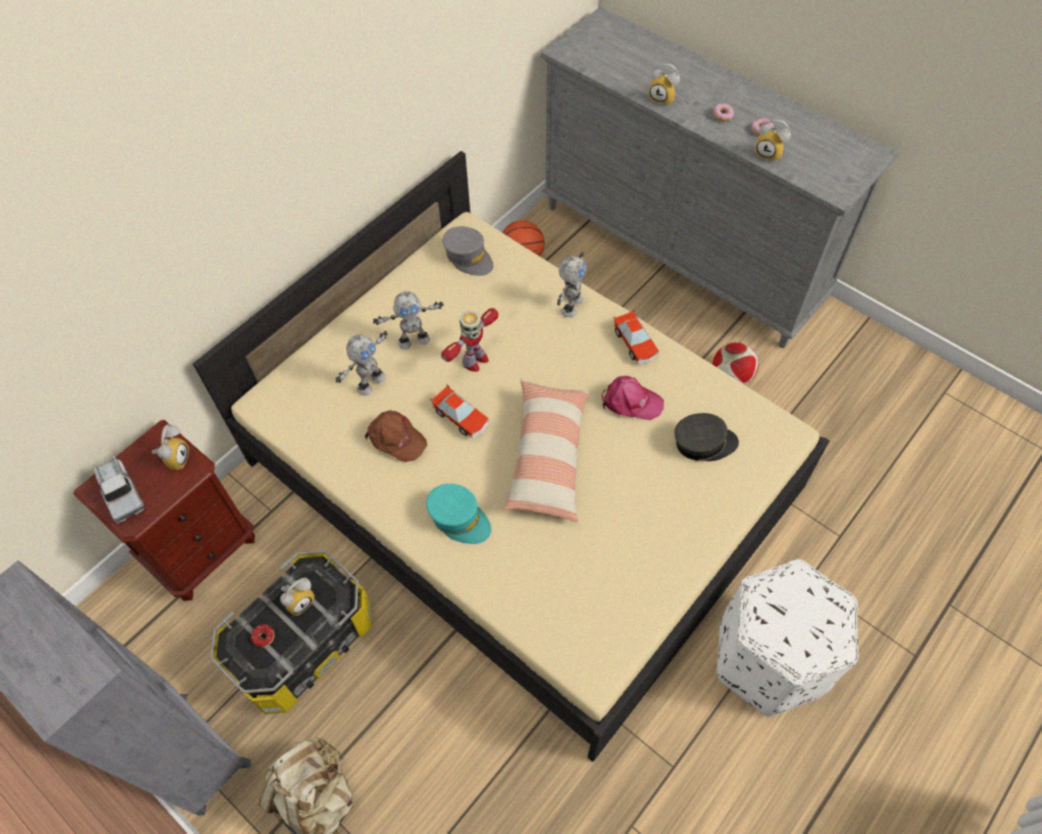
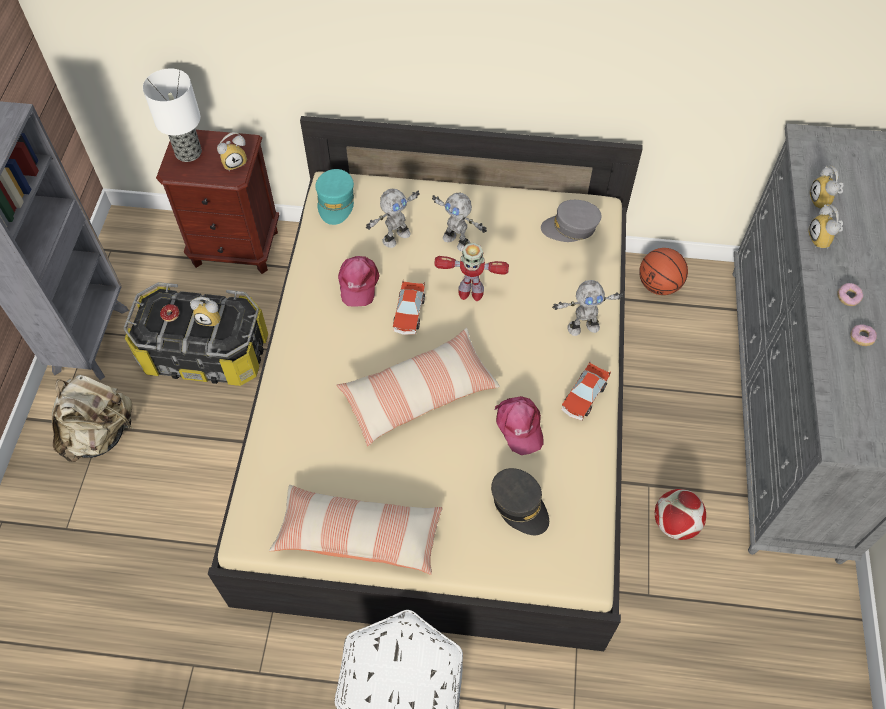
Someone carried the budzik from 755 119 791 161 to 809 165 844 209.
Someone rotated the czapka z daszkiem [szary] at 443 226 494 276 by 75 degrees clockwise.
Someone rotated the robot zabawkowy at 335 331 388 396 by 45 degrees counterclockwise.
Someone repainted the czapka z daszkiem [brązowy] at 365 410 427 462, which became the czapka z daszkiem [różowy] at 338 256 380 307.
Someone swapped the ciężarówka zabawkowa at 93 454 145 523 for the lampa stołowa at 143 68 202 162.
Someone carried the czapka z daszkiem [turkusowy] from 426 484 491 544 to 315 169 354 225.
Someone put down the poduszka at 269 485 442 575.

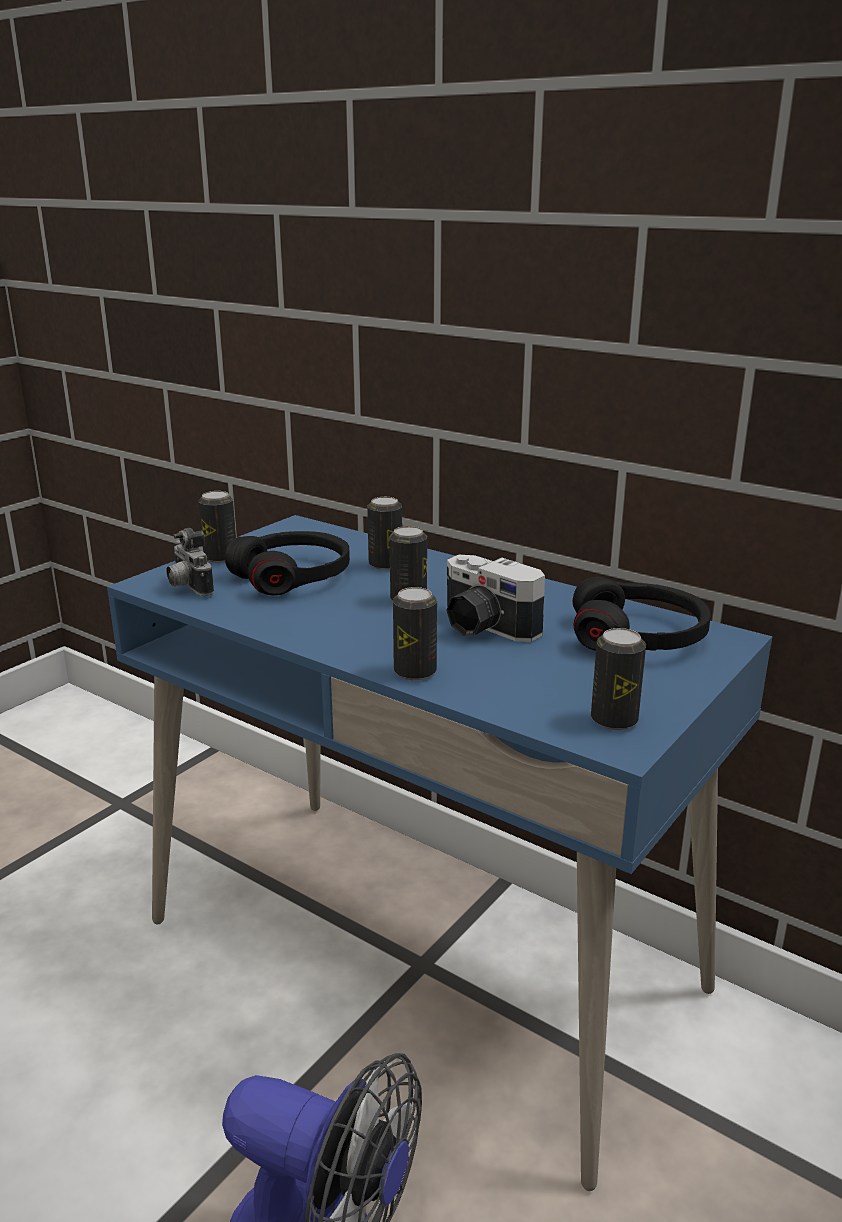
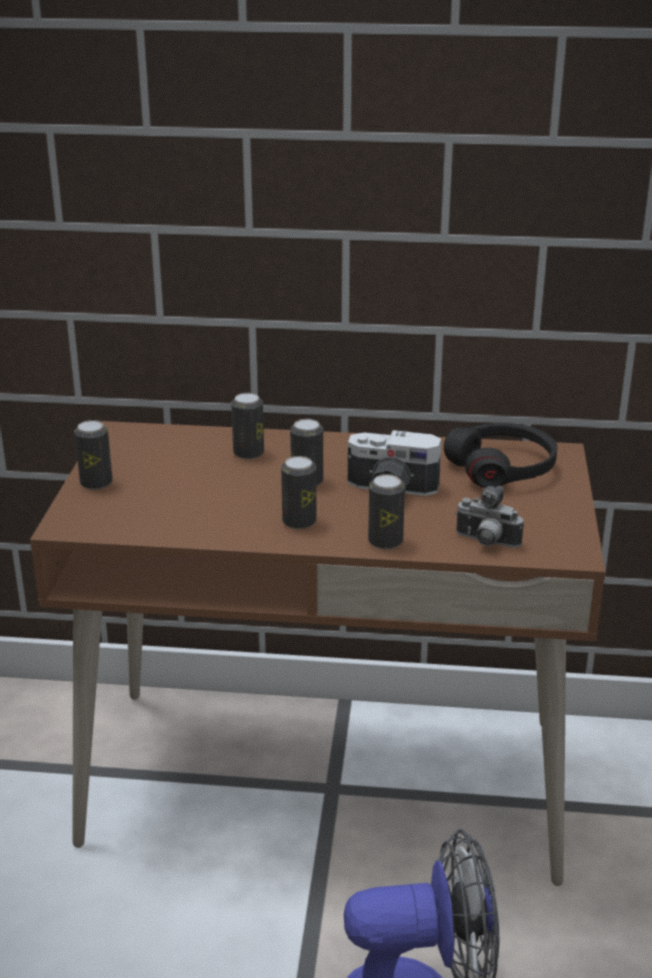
Someone repainted the biurko [niebieski] at 107 515 772 1191, which became the biurko [brązowy] at 30 421 606 886.
Someone carried the aparat fotograficzny from 166 528 214 596 to 455 486 524 548.
Someone took away the słuchawki [czarny] at 225 531 350 595.
Someone carried the puszka from 591 628 646 730 to 281 456 316 529.

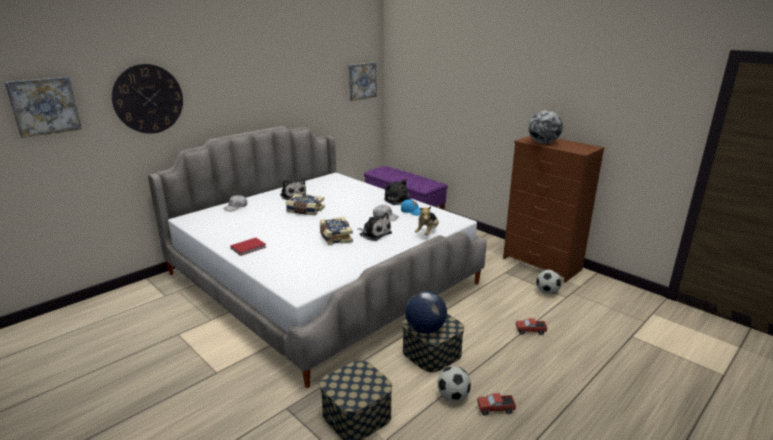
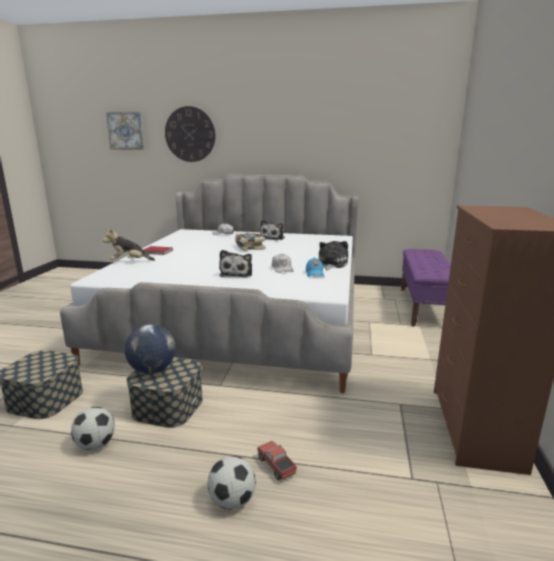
Someone took away the obraz at 349 62 376 101.
Someone took away the globus at 529 110 563 144.
Someone carried the pluszak from 415 206 439 236 to 103 229 155 261.
Someone took away the książka at 319 217 353 245.
Someone carried the piłka futbolowa from 536 270 562 294 to 208 456 256 510.
Someone took away the ciężarówka zabawkowa at 477 393 516 416.

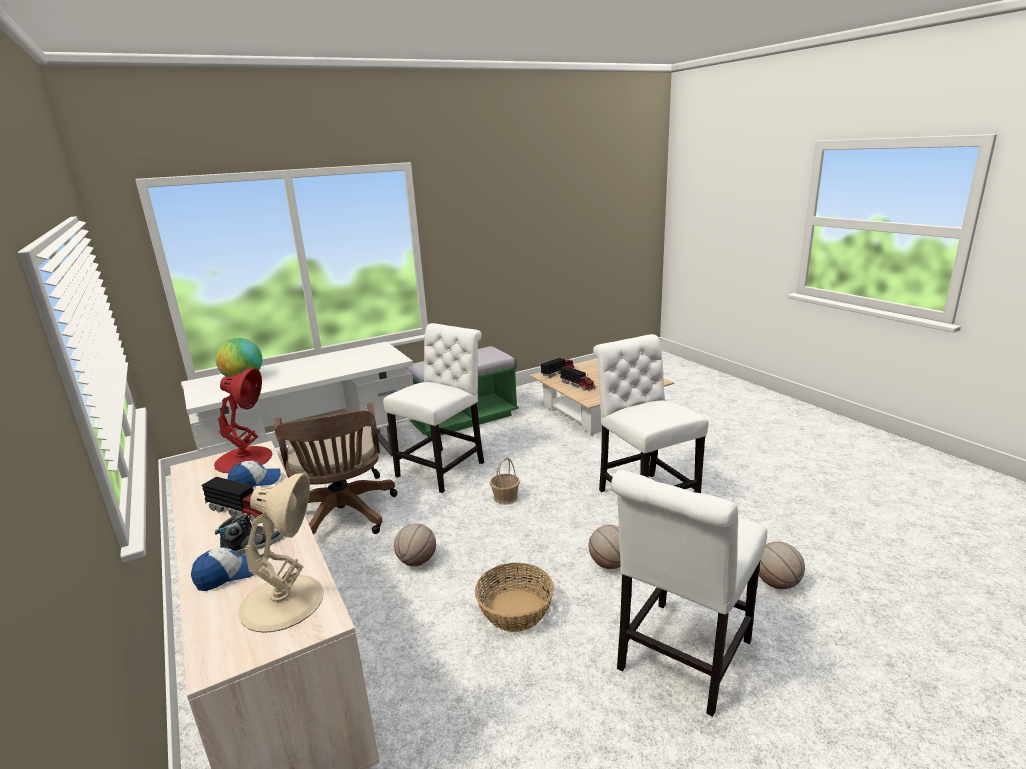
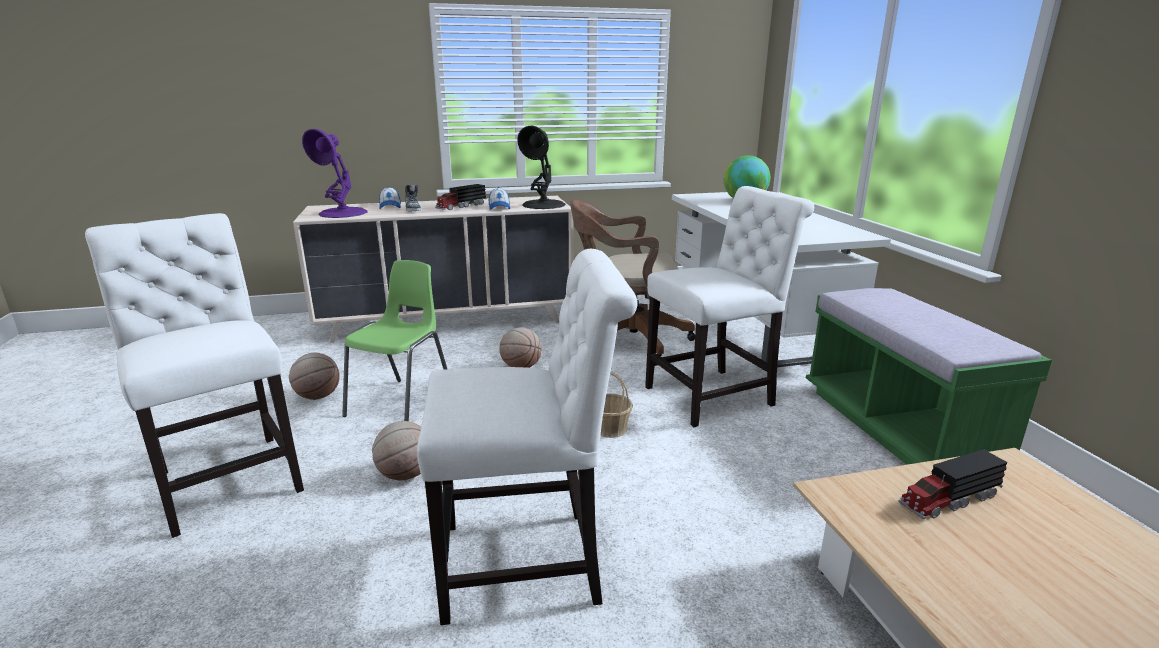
Someone rotated the krzesło [biały] at 383 323 484 493 by 75 degrees counterclockwise.
Someone took away the ciężarówka zabawkowa at 541 358 575 378.
Someone repainted the lampa stołowa [czerwony] at 214 368 273 473, which became the lampa stołowa [czarny] at 517 126 566 209.
Someone repainted the lampa stołowa [beżowy] at 239 473 324 633, which became the lampa stołowa [fioletowy] at 302 129 367 218.
Someone carried the piłka do koszykówki from 759 541 805 589 to 289 353 340 400.
Someone swapped the koszyk at 475 562 554 632 for the krzesło [zielony] at 342 260 447 421.

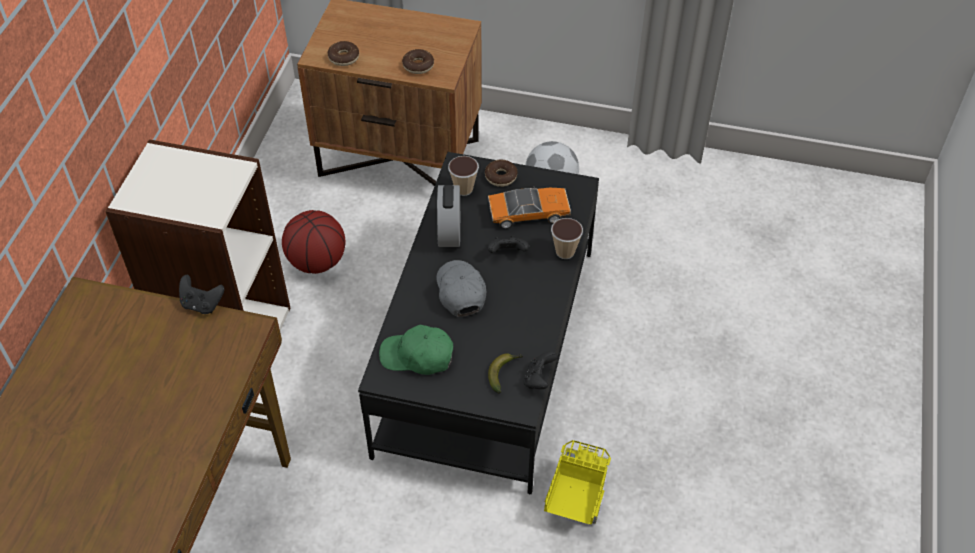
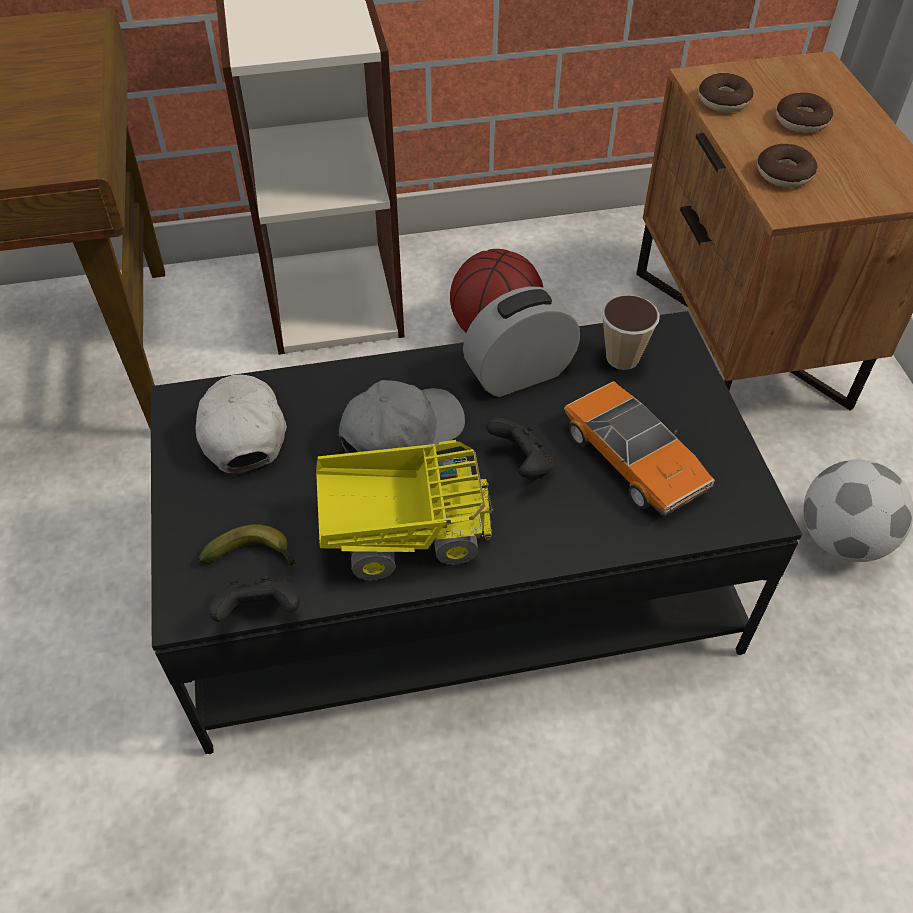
Someone carried the donut from 485 160 517 187 to 776 93 833 133.
Someone took away the filiżanka at 551 218 583 259.
Someone took away the pad do gier [czarny] at 179 275 224 314.
Someone repainted the czapka z daszkiem [zielony] at 379 325 453 375, which became the czapka z daszkiem [biały] at 195 374 287 473.
Someone carried the ciężarówka zabawkowa from 544 440 611 525 to 316 440 493 581.

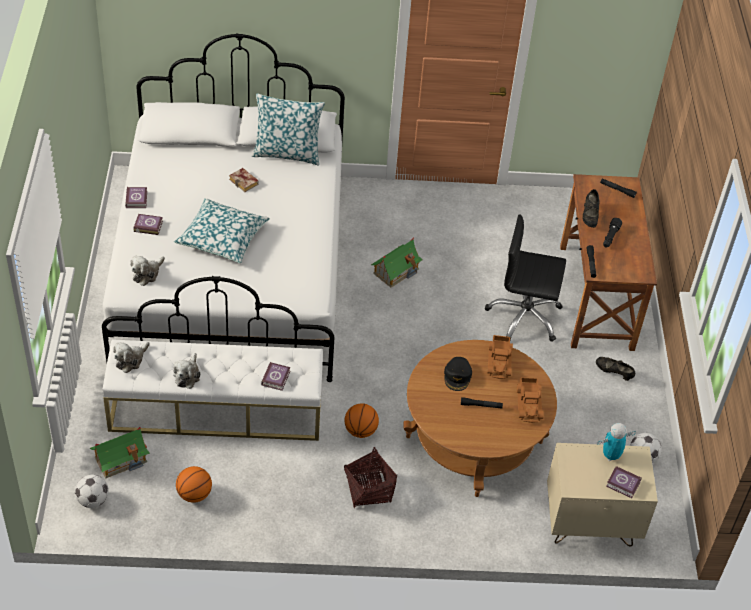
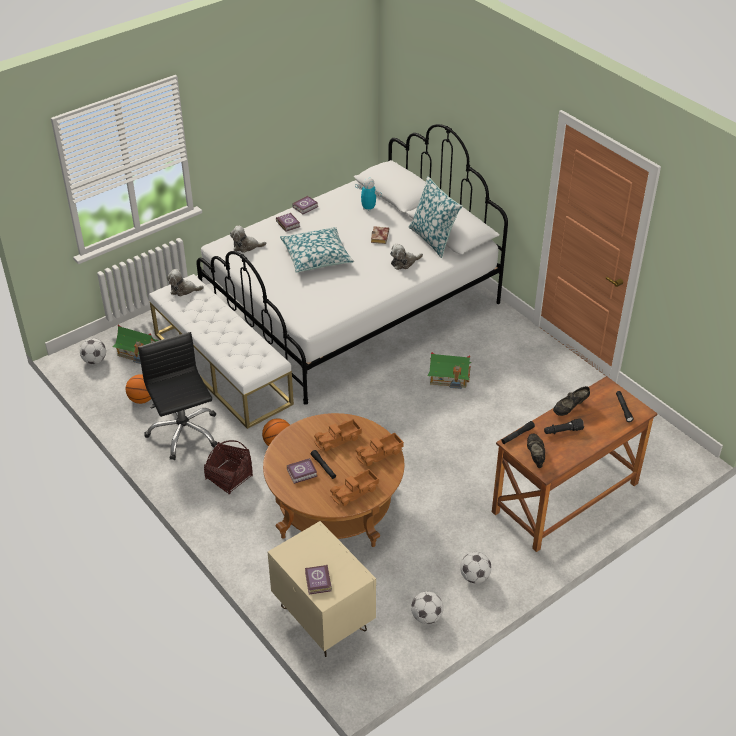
Someone carried the krzesło biurowe [czarny] from 485 214 566 342 to 138 332 217 460.
Someone carried the pluszak from 173 353 201 389 to 390 244 423 270.
Someone swapped the czapka z daszkiem [czarny] at 444 357 472 391 for the ciężarówka zabawkowa at 314 419 362 451.
Someone carried the but [czarny] from 596 357 635 381 to 527 434 545 468.
Someone carried the książka from 261 362 290 391 to 287 458 317 484.
Someone carried the robot zabawkowy from 597 423 636 461 to 355 178 382 211.
Someone put down the piłka futbolowa at 460 552 492 583.

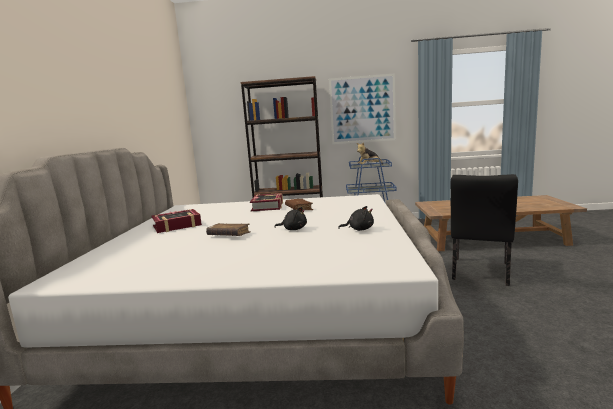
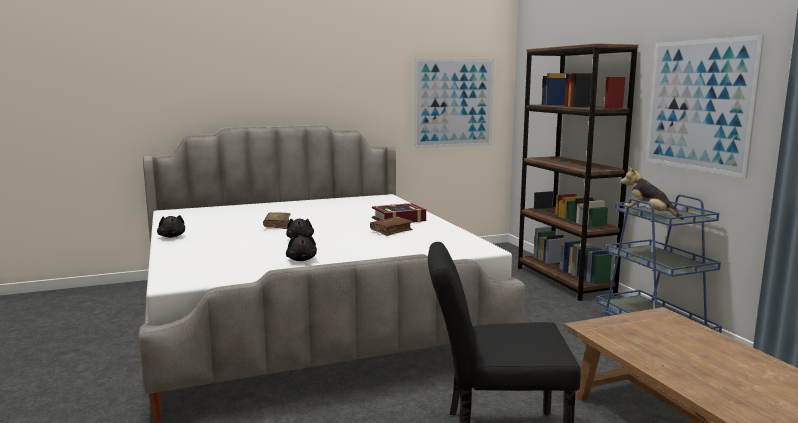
Someone took away the książka at 152 209 202 233.
Someone put up the obraz at 414 58 494 148.
Someone put down the pluszak [czarny] at 157 215 185 238.

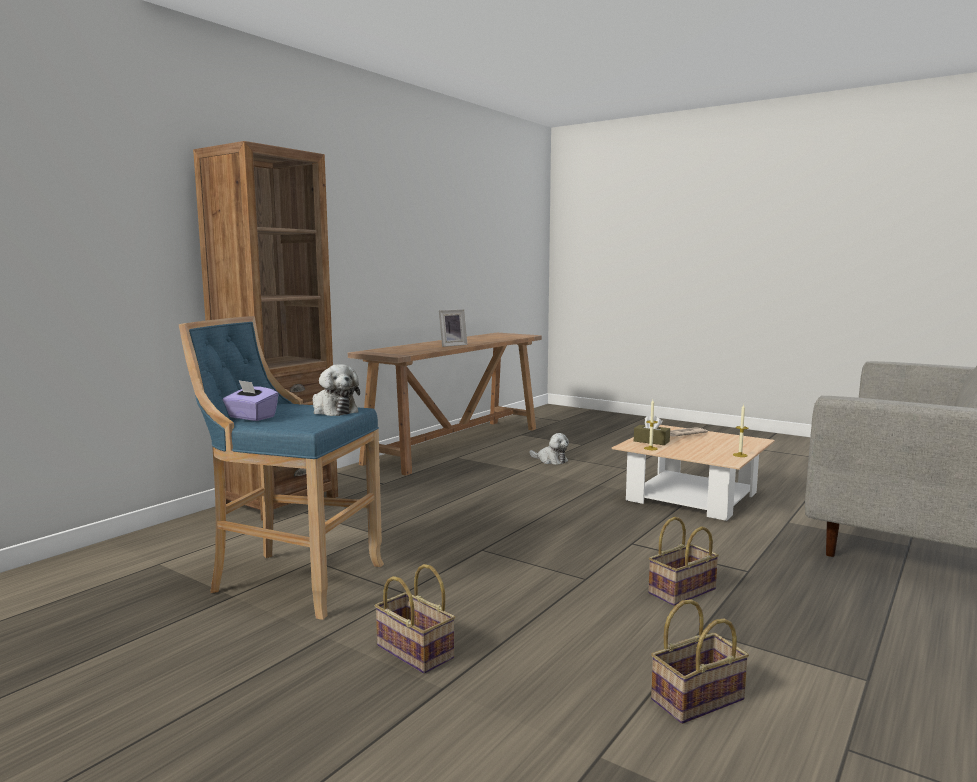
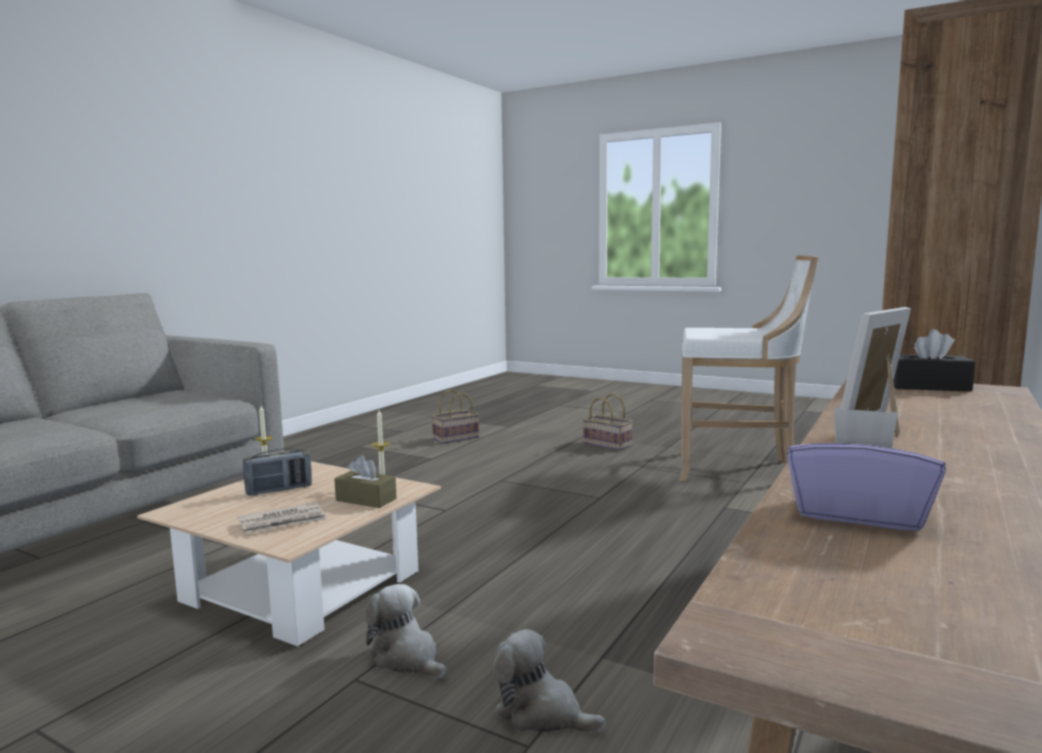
Someone repainted the stołek [niebieski] at 179 316 384 620, which became the stołek [biały] at 679 255 819 482.
Someone carried the pluszak from 313 364 360 416 to 366 584 447 679.
Someone carried the pudełko chusteczek [fioletowy] from 223 380 279 421 to 787 407 946 531.
Someone took away the koszyk at 648 517 719 606.
Someone put down the pudełko chusteczek [czarny] at 893 329 975 392.
Someone put down the radio at 243 448 312 496.

